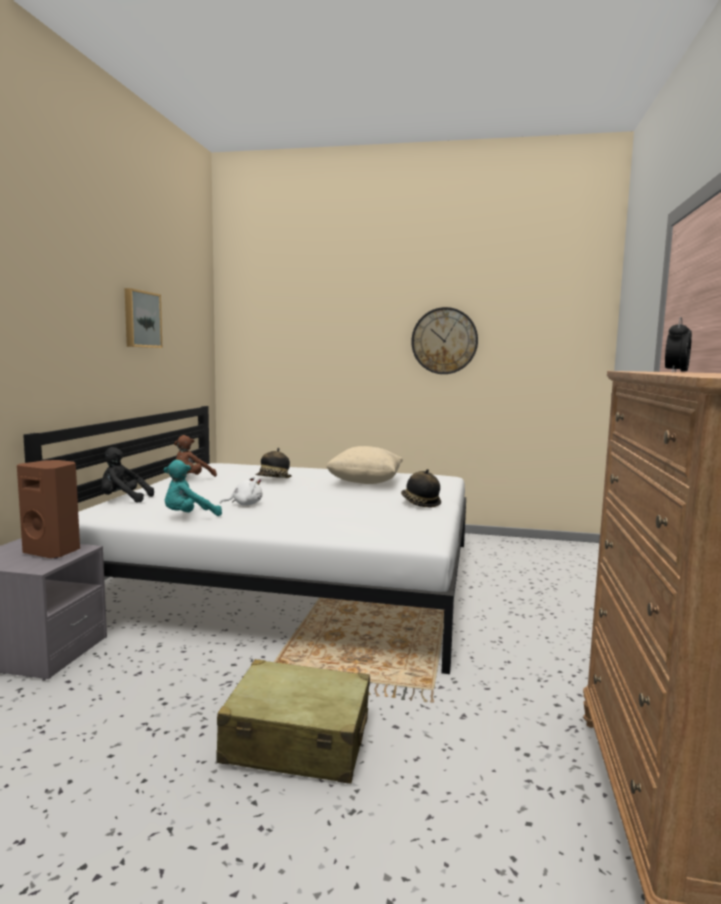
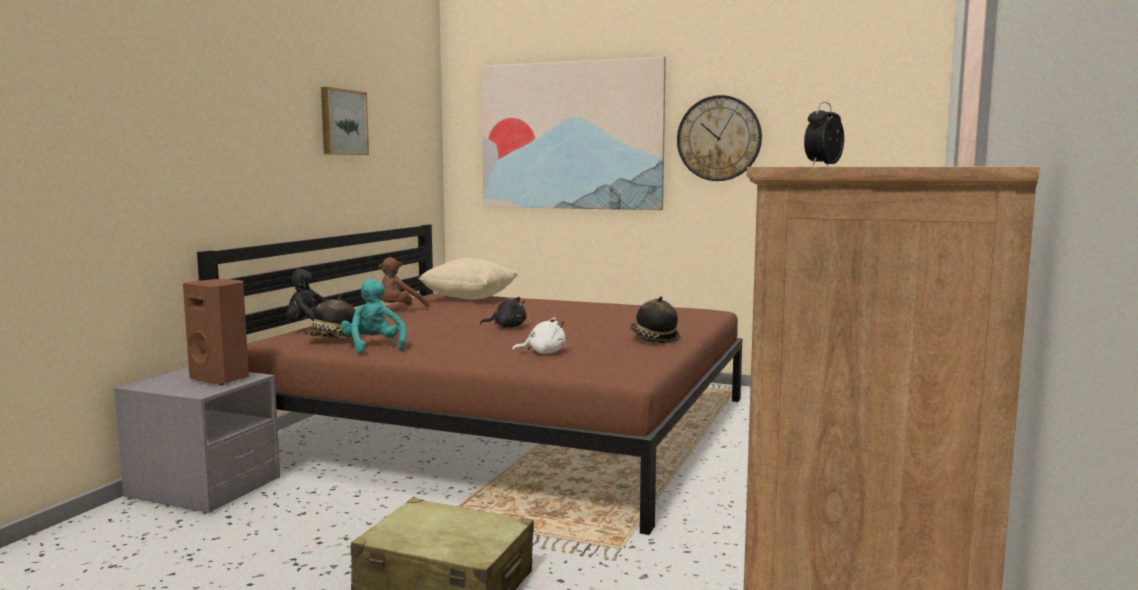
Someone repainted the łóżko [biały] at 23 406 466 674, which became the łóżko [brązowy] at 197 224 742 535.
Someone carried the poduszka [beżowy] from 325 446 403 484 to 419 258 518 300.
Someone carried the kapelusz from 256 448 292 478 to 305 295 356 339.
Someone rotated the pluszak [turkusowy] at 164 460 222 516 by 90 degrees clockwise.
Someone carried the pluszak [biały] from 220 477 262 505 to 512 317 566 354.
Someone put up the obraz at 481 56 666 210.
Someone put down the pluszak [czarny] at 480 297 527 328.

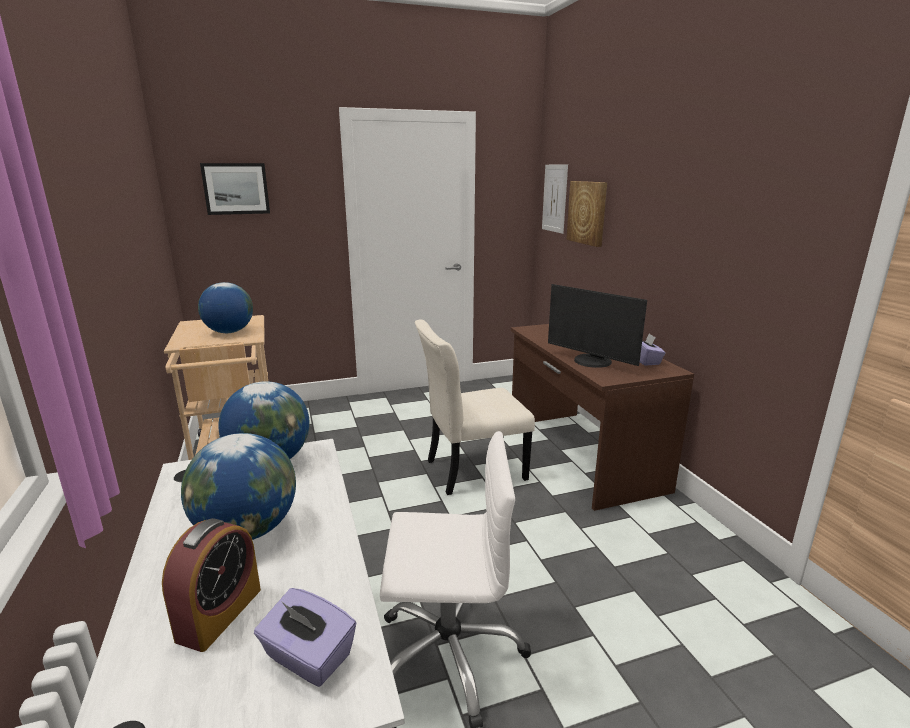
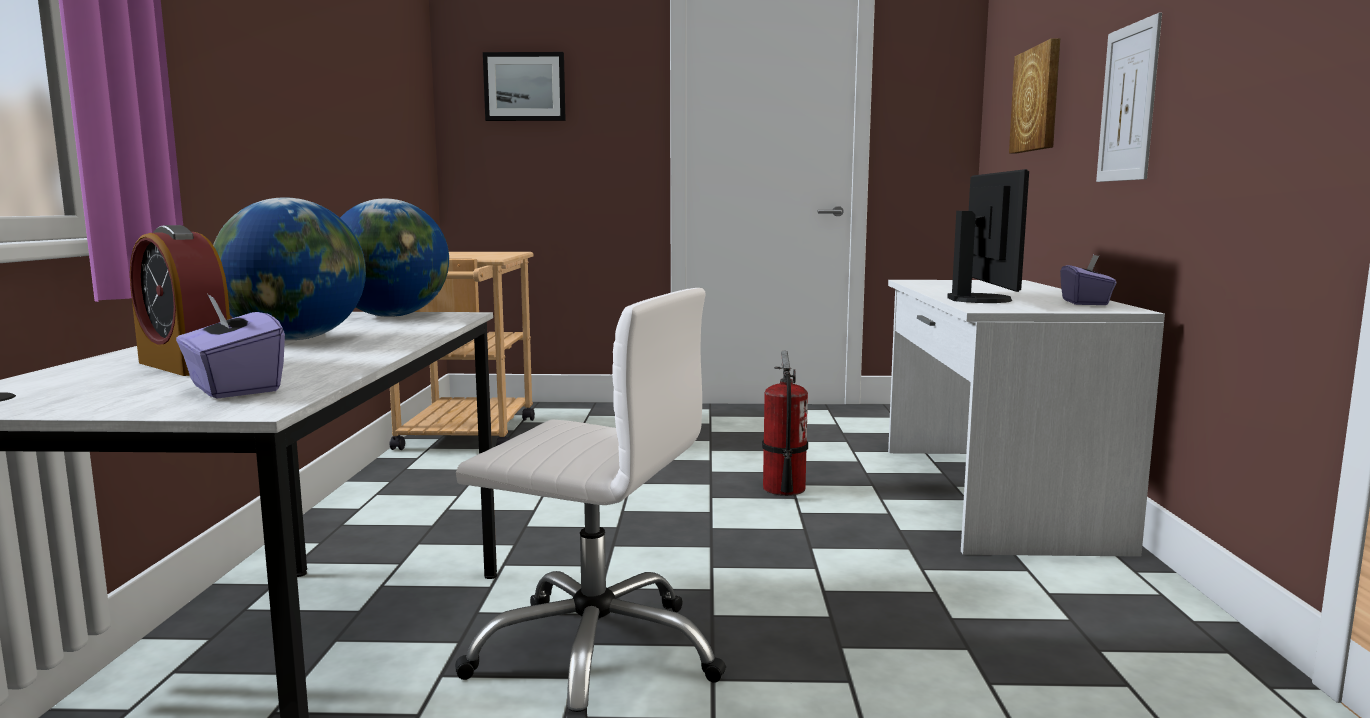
Someone carried the obraz from 542 164 568 234 to 1096 13 1162 182.
Someone took away the globus at 198 282 253 333.
Someone rotated the monitor at 548 284 647 368 by 150 degrees counterclockwise.
Someone swapped the krzesło [beżowy] at 415 319 535 495 for the gaśnica at 762 350 808 496.
Someone repainted the biurko [brązowy] at 511 324 694 511, which became the biurko [biały] at 888 280 1165 557.
Someone rotated the budzik at 162 518 261 652 by 90 degrees clockwise.

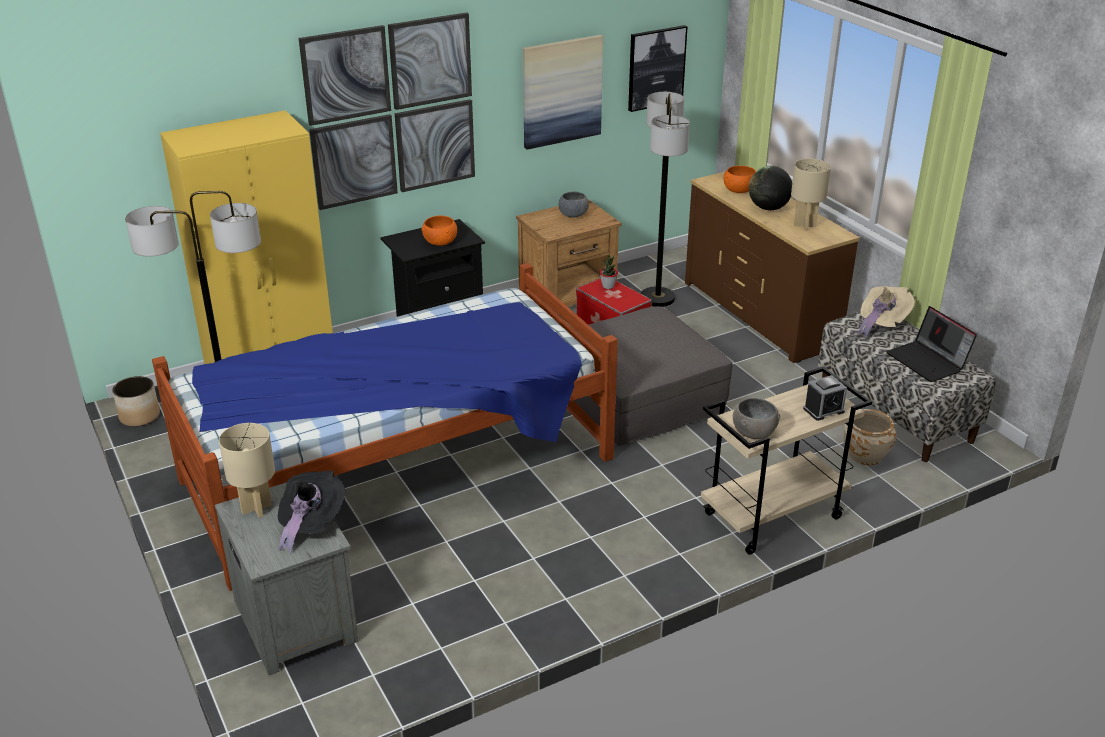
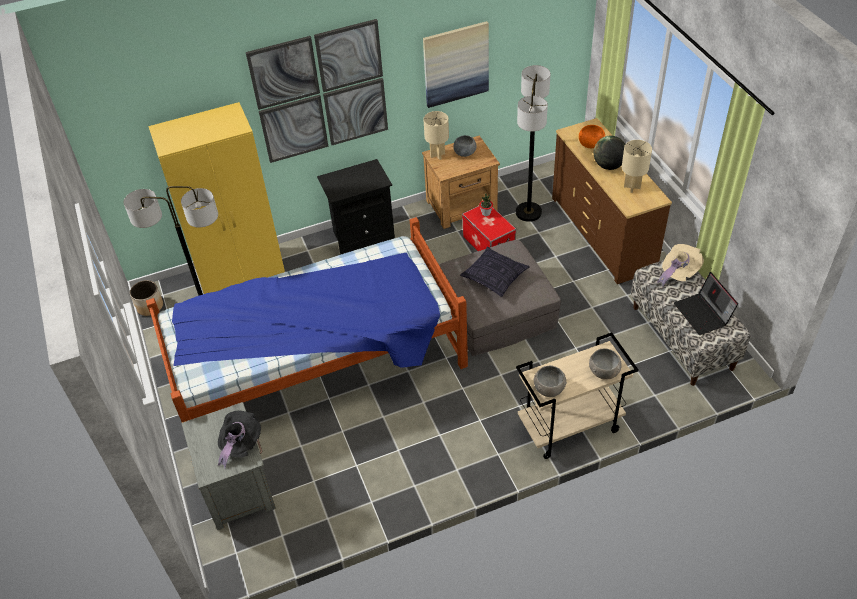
Someone took away the obraz at 628 25 687 112.
Someone took away the miska [pomarańczowy] at 422 216 457 246.
Someone swapped the budzik at 803 375 847 421 for the miska [szary] at 589 349 622 380.
Someone took away the donica [beżowy] at 844 409 896 465.
Someone carried the lampa stołowa [beżowy] from 219 423 275 518 to 423 111 449 160.
Someone put down the poduszka at 460 246 530 297.

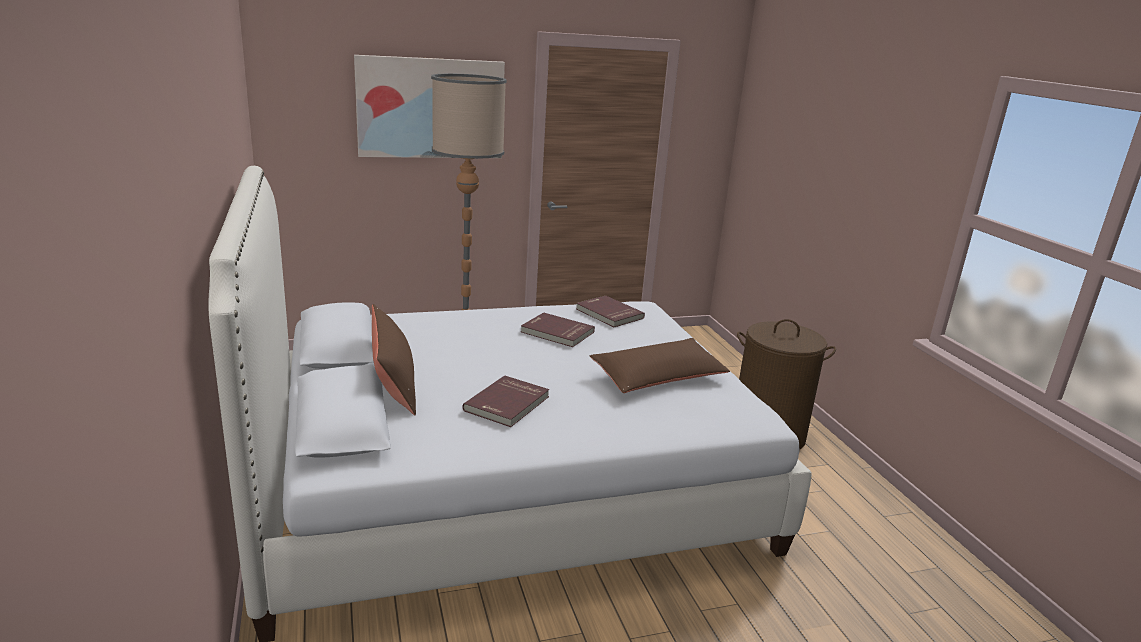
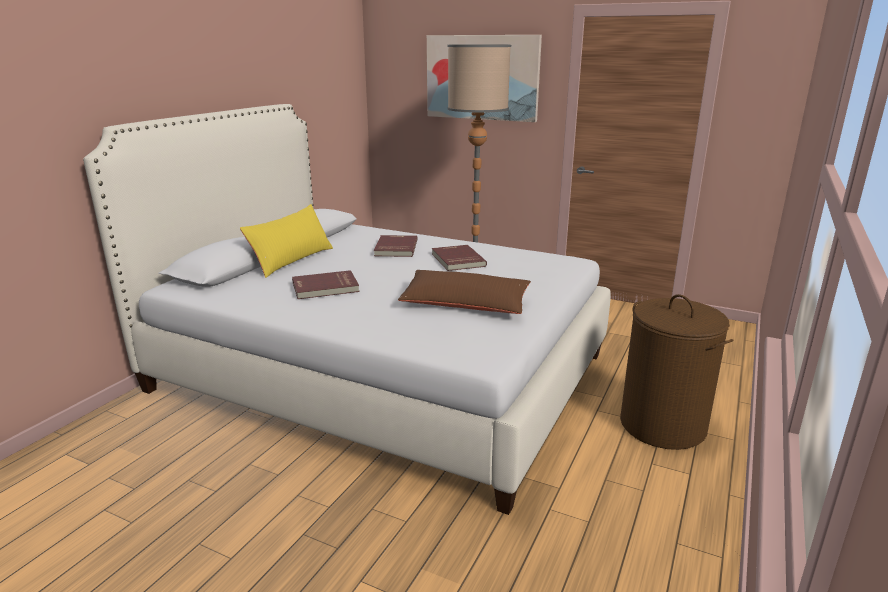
Someone carried the książka [czerwony] from 576 296 645 327 to 374 235 418 257.
Someone repainted the poduszka [brązowy] at 372 304 416 415, which became the poduszka [żółty] at 240 204 333 278.

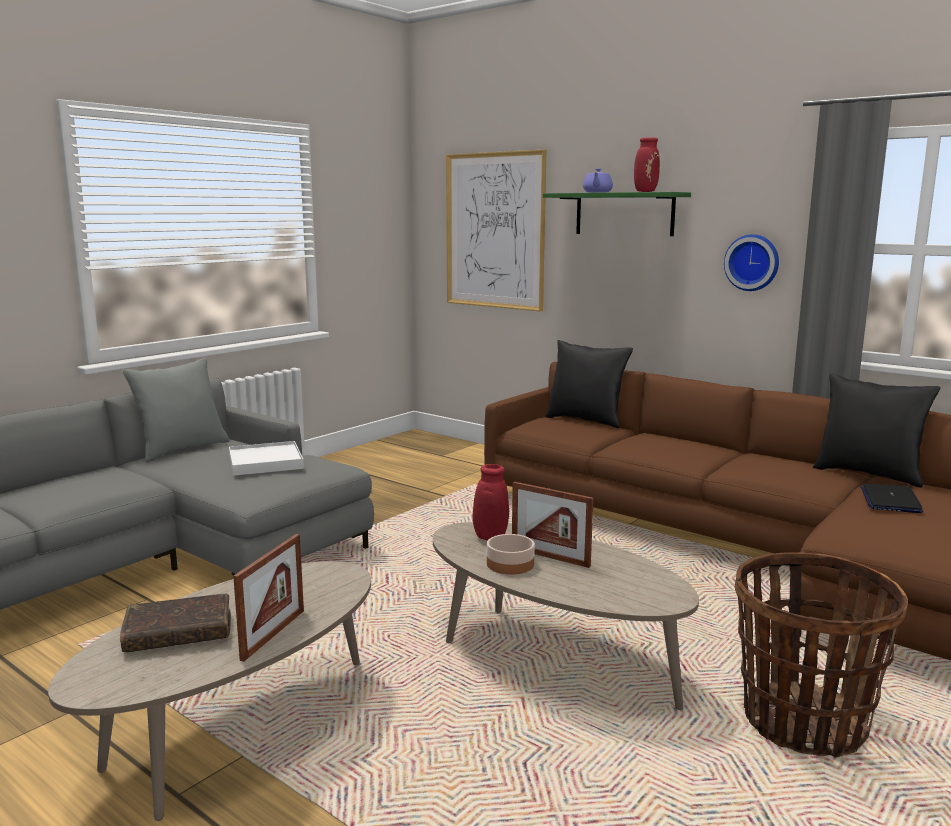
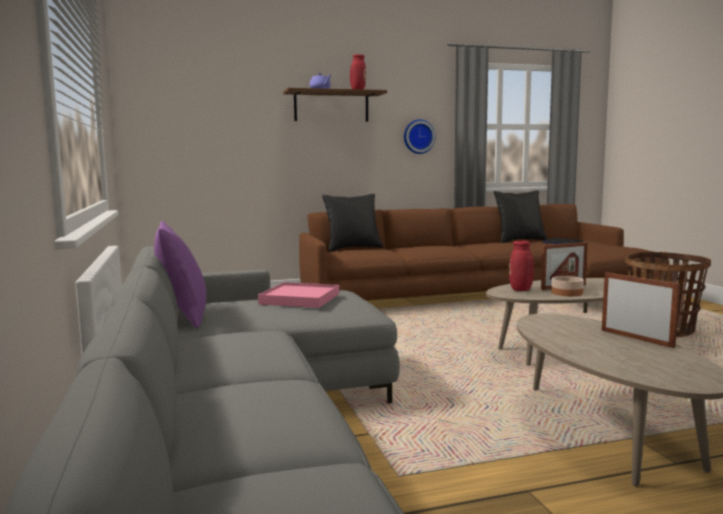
Someone took away the obraz at 446 150 547 312.
Someone repainted the półka [zielony] at 543 192 691 236, which became the półka [brązowy] at 283 88 387 122.
Someone repainted the poduszka [szary] at 123 358 230 462, which became the poduszka [fioletowy] at 154 221 206 328.
Someone repainted the taca [biały] at 229 441 304 476, which became the taca [różowy] at 258 282 339 308.
Someone took away the książka [brązowy] at 120 594 231 652.

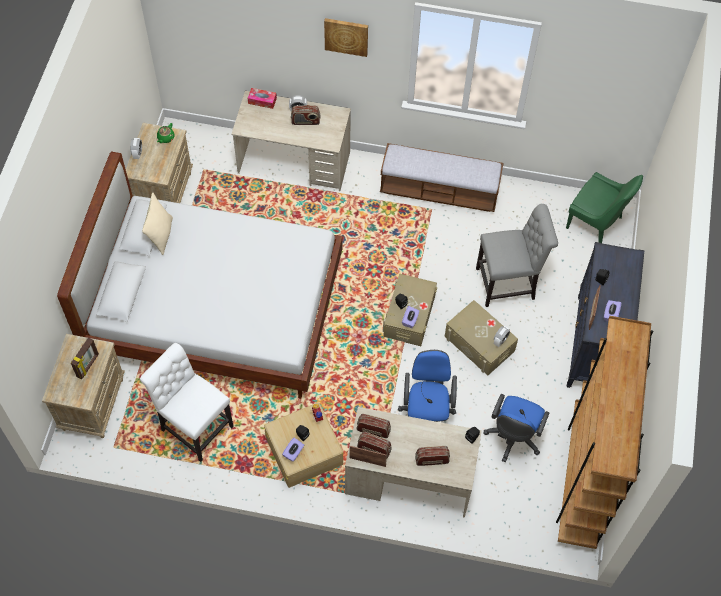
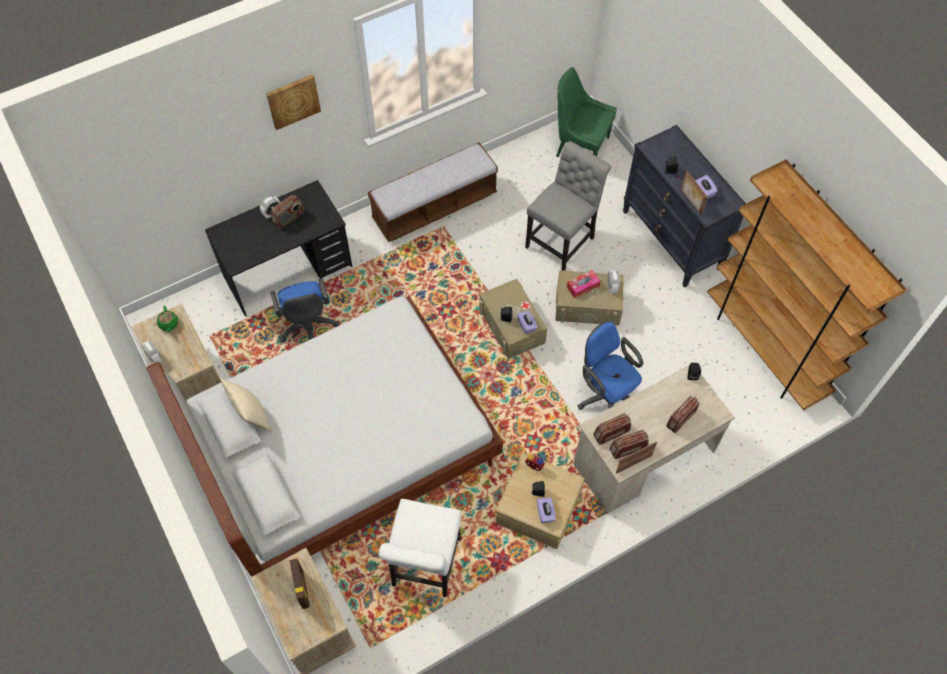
Someone carried the pudełko chusteczek from 248 88 277 109 to 567 270 600 298.
Someone repainted the biurko [beżowy] at 231 91 351 191, which became the biurko [czarny] at 205 180 352 317.
Someone rotated the krzesło [zielony] at 566 172 643 243 by 150 degrees counterclockwise.
Someone rotated the krzesło [biały] at 140 343 234 462 by 75 degrees counterclockwise.
Someone carried the krzesło biurowe [niebieski] from 484 394 549 462 to 271 278 339 342.

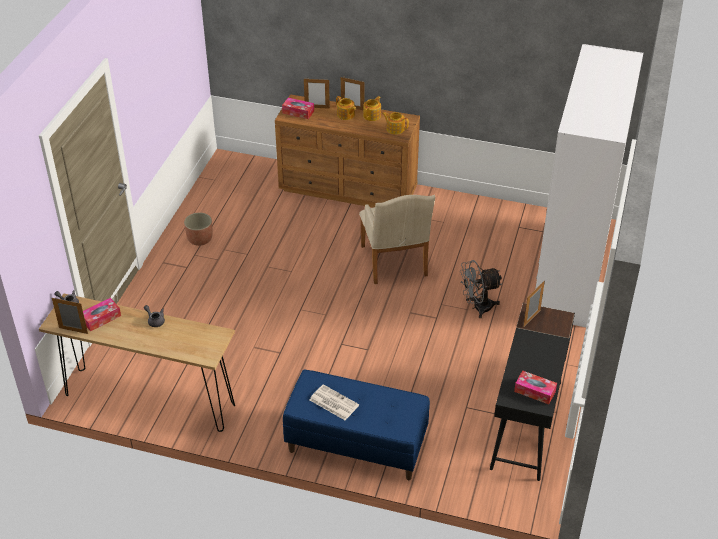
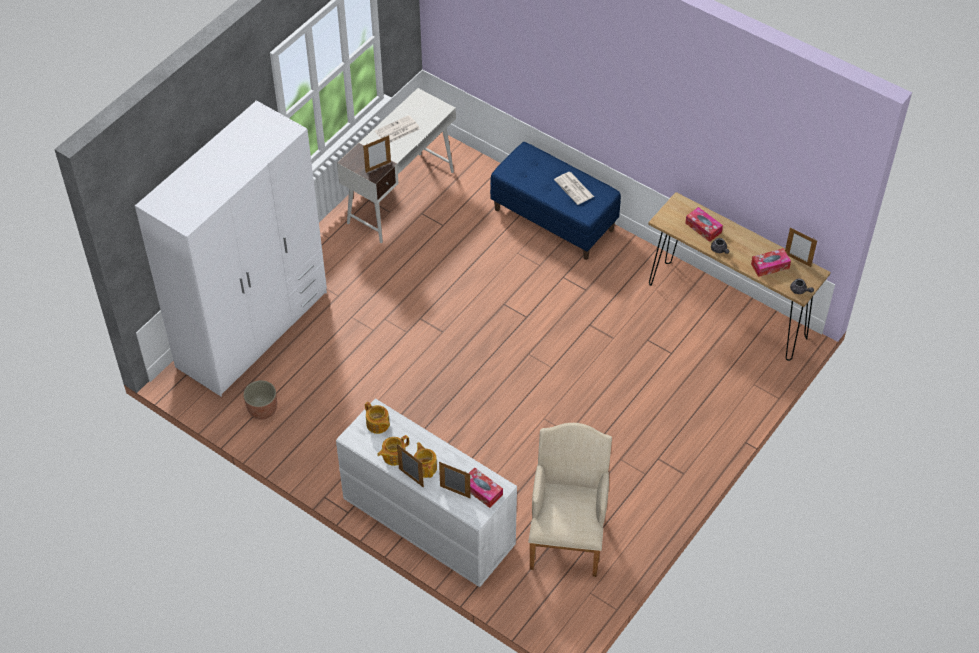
Someone repainted the komoda [brązowy] at 275 94 420 208, which became the komoda [biały] at 336 398 517 587.
Someone carried the fotel [beżowy] from 359 195 435 284 to 528 423 612 577.
Someone carried the donica from 184 213 213 246 to 243 380 277 420.
Someone took away the wentylator [szary] at 460 260 502 318.
Someone repainted the biurko [czarny] at 490 303 575 481, which became the biurko [biały] at 337 88 456 243.
Someone carried the pudełko chusteczek from 514 370 557 404 to 685 207 723 242.
Someone put down the gazeta at 375 115 420 143.

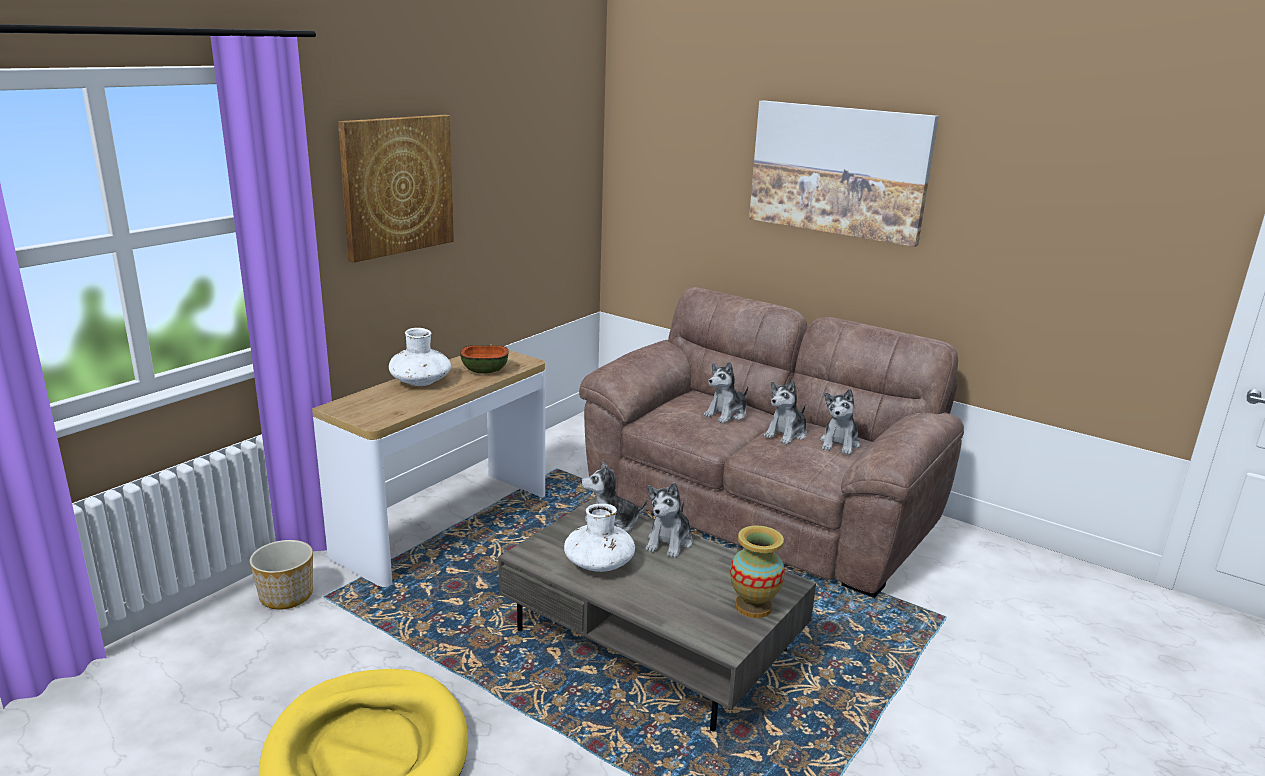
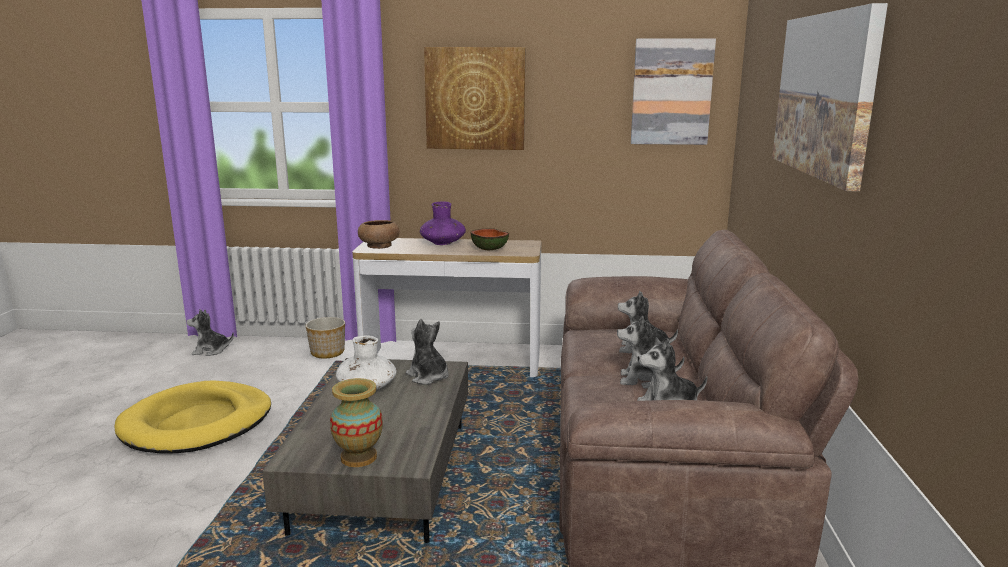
Someone repainted the wazon [biały] at 389 328 451 386, which became the wazon [fioletowy] at 420 202 466 245.
Someone carried the pluszak from 645 483 692 558 to 186 309 234 356.
Someone put up the obraz at 631 38 716 145.
Someone put down the miska [brązowy] at 358 220 400 249.

